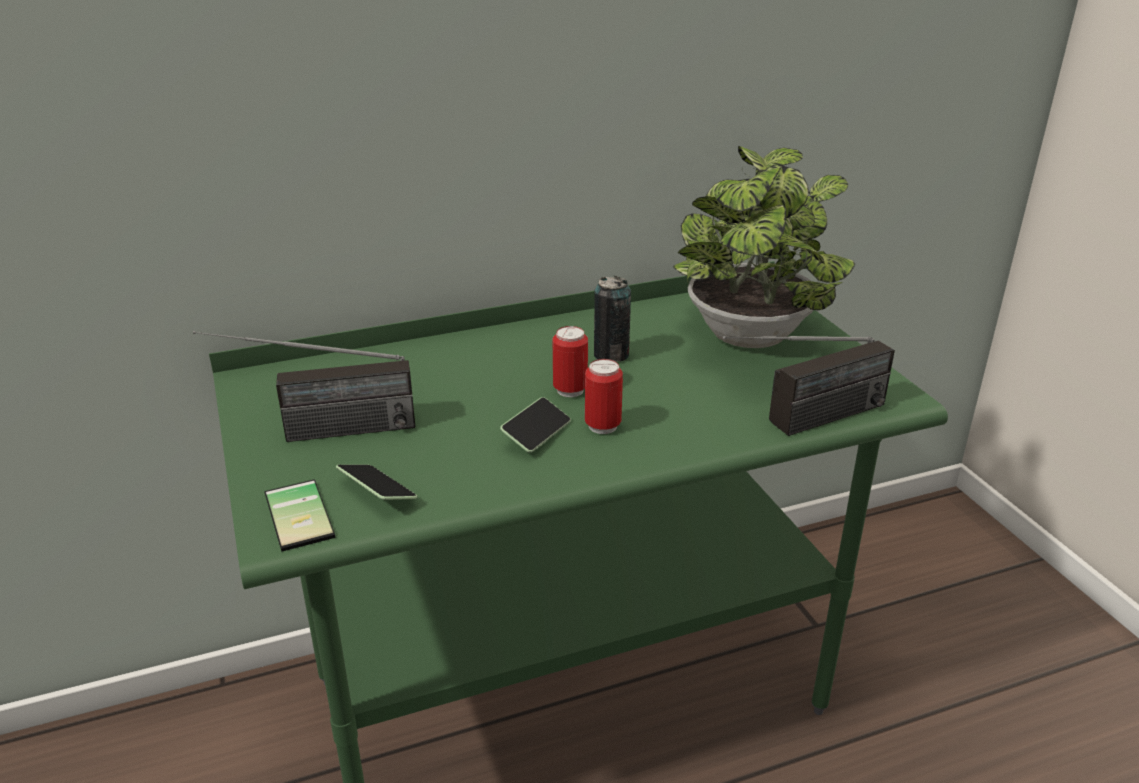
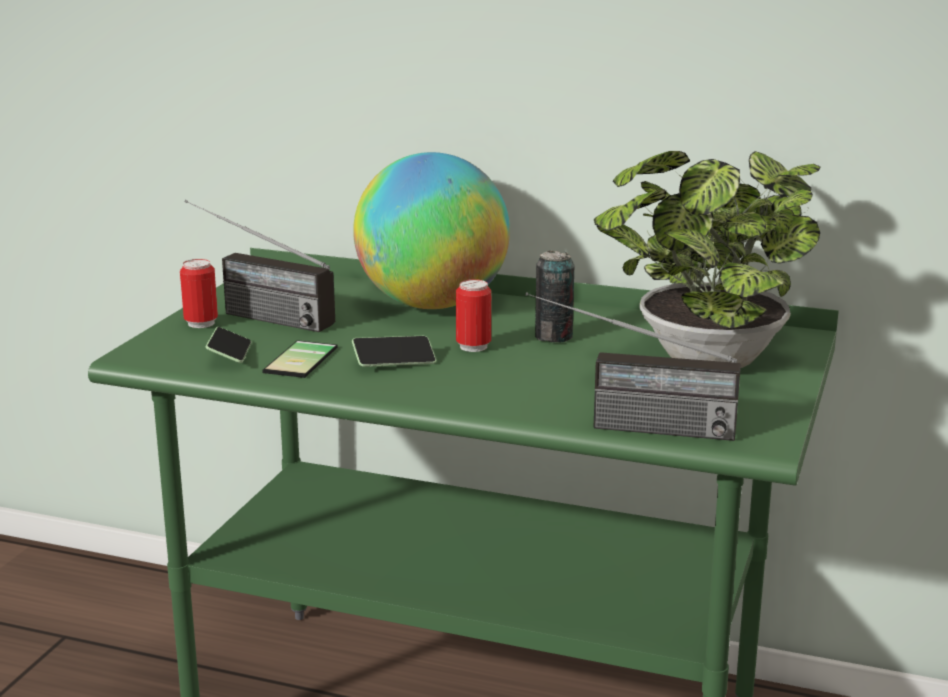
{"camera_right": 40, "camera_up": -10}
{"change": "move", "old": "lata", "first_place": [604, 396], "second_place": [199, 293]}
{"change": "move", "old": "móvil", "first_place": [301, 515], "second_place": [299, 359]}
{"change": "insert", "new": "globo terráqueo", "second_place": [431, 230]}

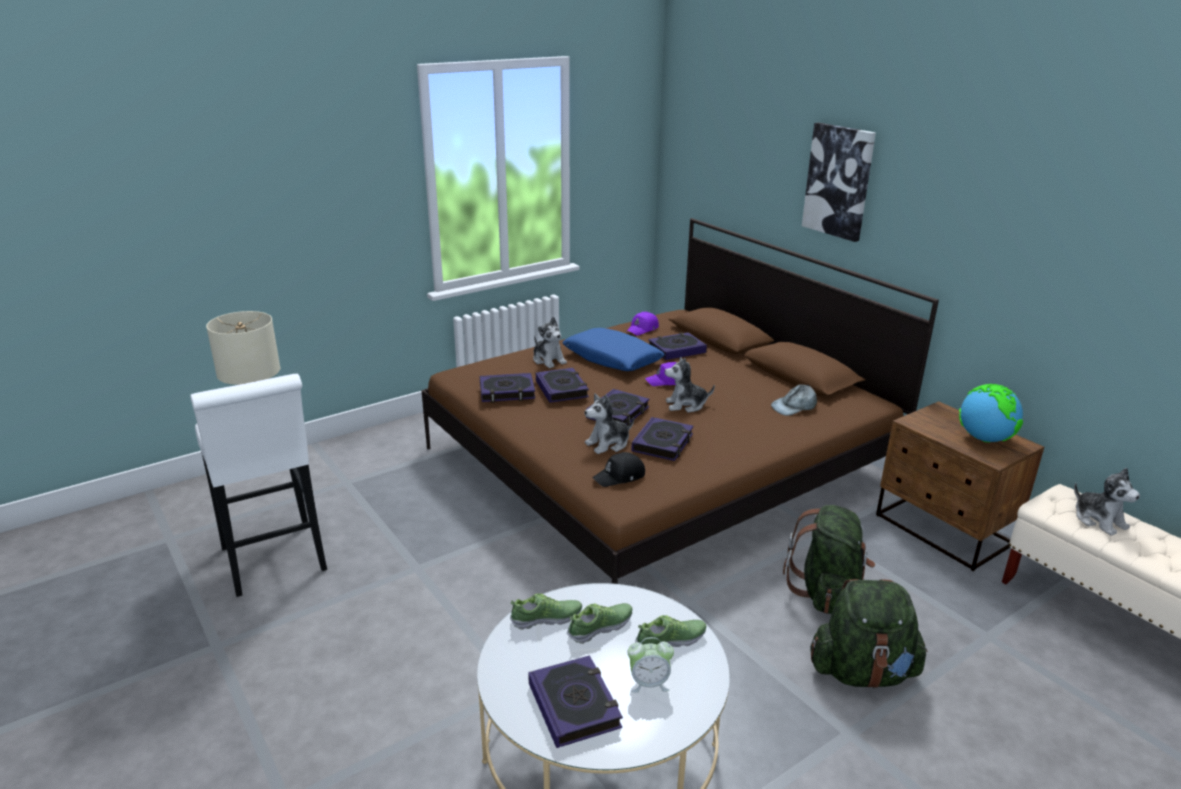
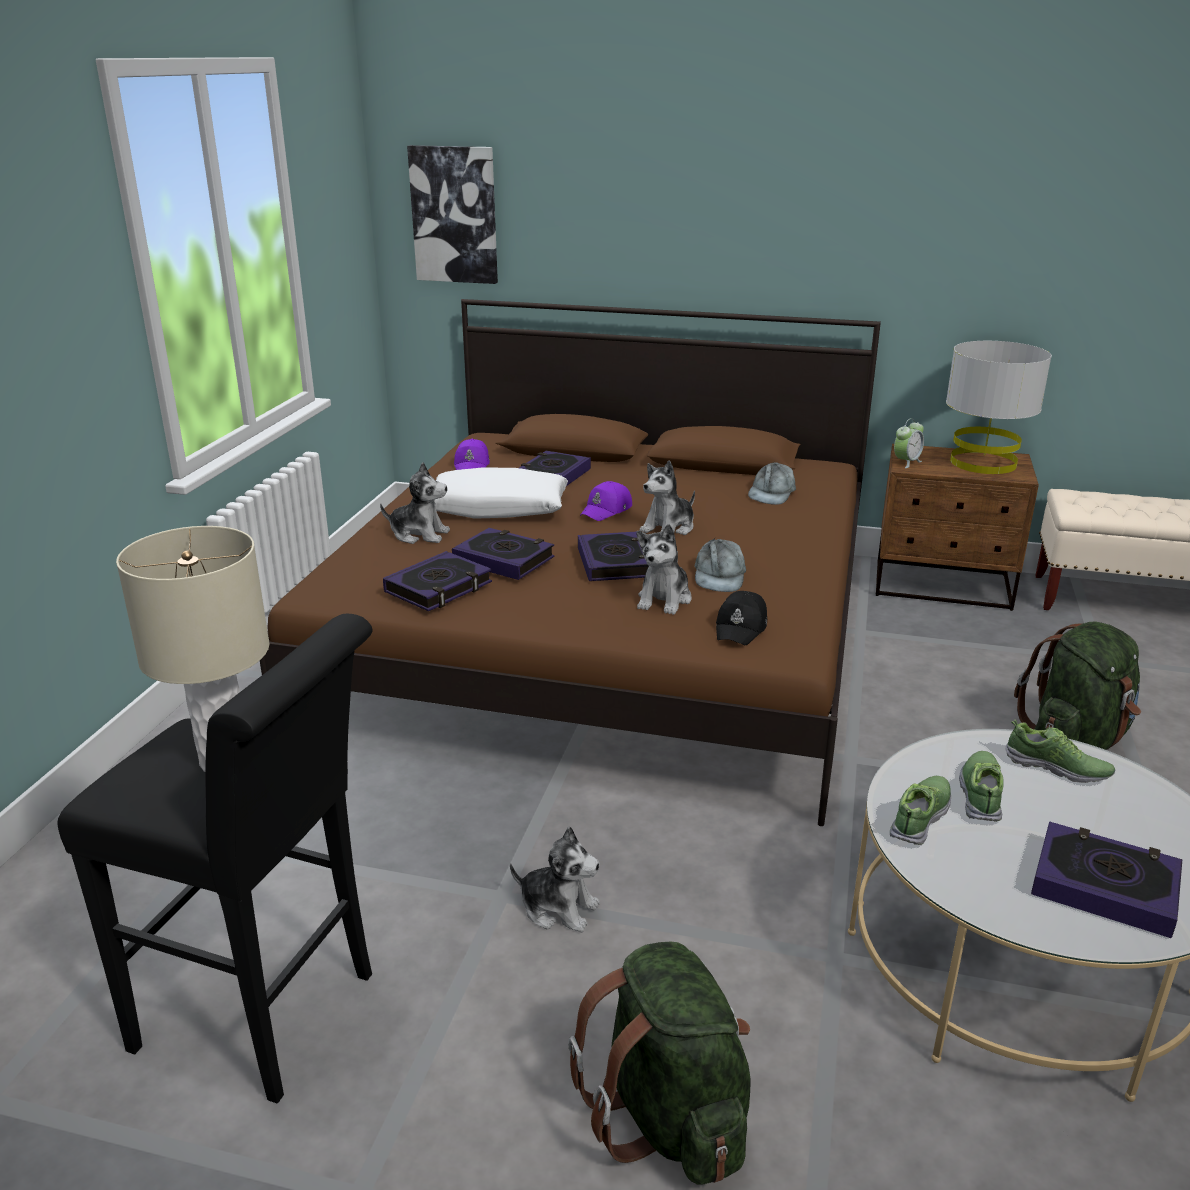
{"camera_right": -40, "camera_up": 0}
{"change": "recolor", "old": "taburete [blanco]", "new": "taburete [negro]", "first_place": [258, 485], "second_place": [215, 859]}
{"change": "move", "old": "cuadro", "first_place": [839, 182], "second_place": [452, 214]}
{"change": "recolor", "old": "cojín [azul]", "new": "cojín [blanco]", "first_place": [614, 349], "second_place": [501, 493]}
{"change": "move", "old": "peluche", "first_place": [1107, 502], "second_place": [555, 879]}
{"change": "move", "old": "mochila [verde]", "first_place": [829, 559], "second_place": [659, 1063]}
{"change": "replace", "old": "libro", "new": "gorra [gris]", "first_place": [663, 439], "second_place": [720, 565]}
{"change": "move", "old": "despertador", "first_place": [651, 665], "second_place": [909, 443]}
{"change": "replace", "old": "globo terráqueo", "new": "lámpara de mesa [gris]", "first_place": [991, 413], "second_place": [999, 407]}
{"change": "rotate", "old": "zapato", "first_place": [670, 631], "second_place": [1060, 751], "degrees": 90}

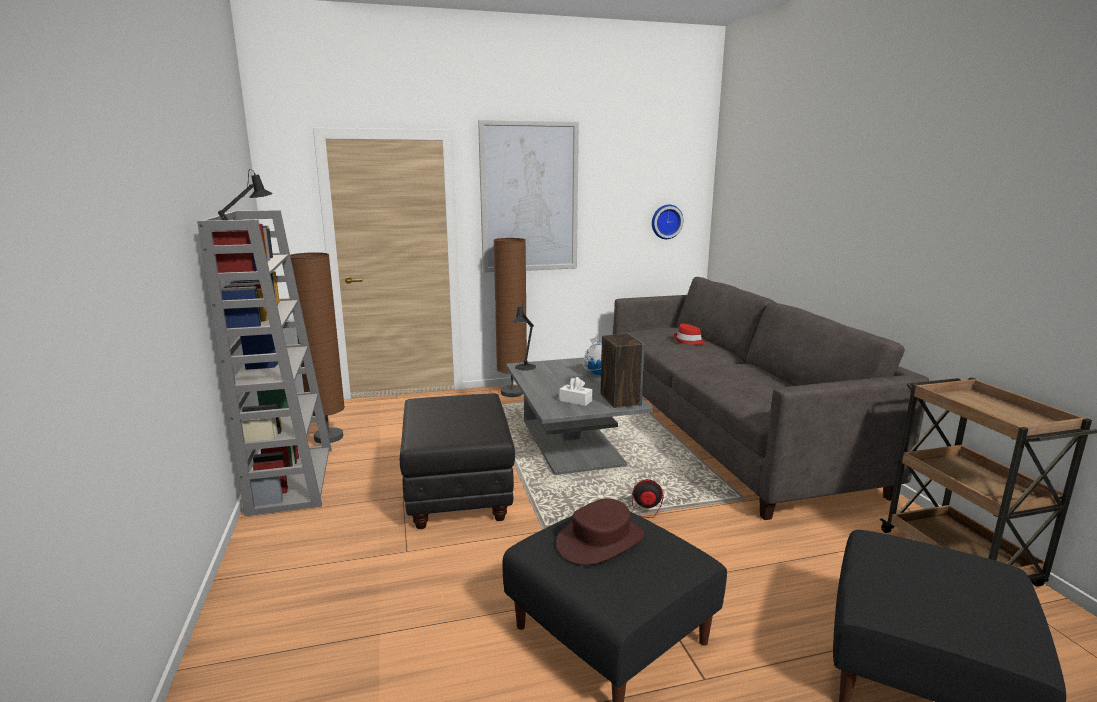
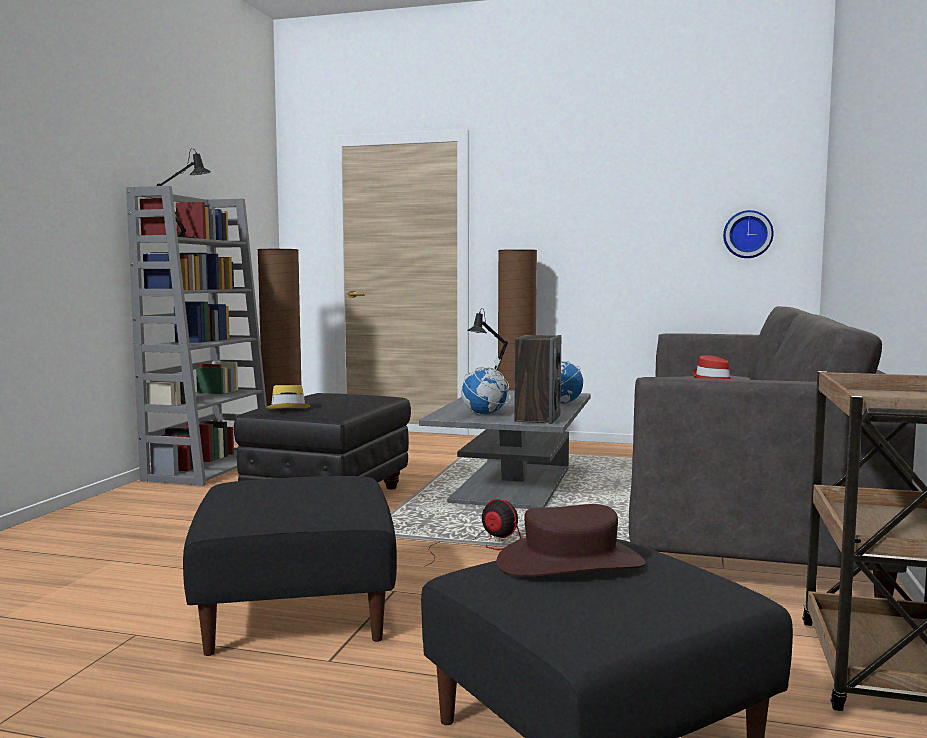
{"camera_right": 30, "camera_up": -10}
{"change": "insert", "new": "sombrero [amarillo]", "second_place": [288, 397]}
{"change": "replace", "old": "caja de pañuelos [blanco]", "new": "globo terráqueo", "first_place": [575, 391], "second_place": [485, 384]}
{"change": "move", "old": "sombrero [marrón]", "first_place": [600, 531], "second_place": [571, 540]}
{"change": "delete", "old": "cuadro", "first_place": [528, 196]}

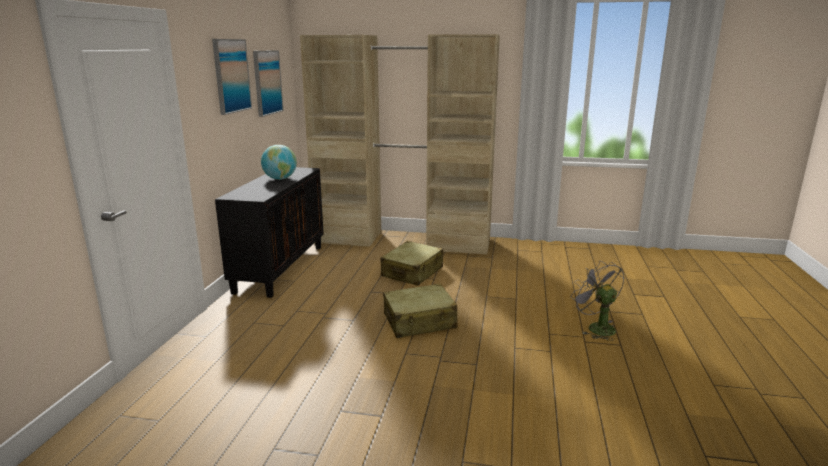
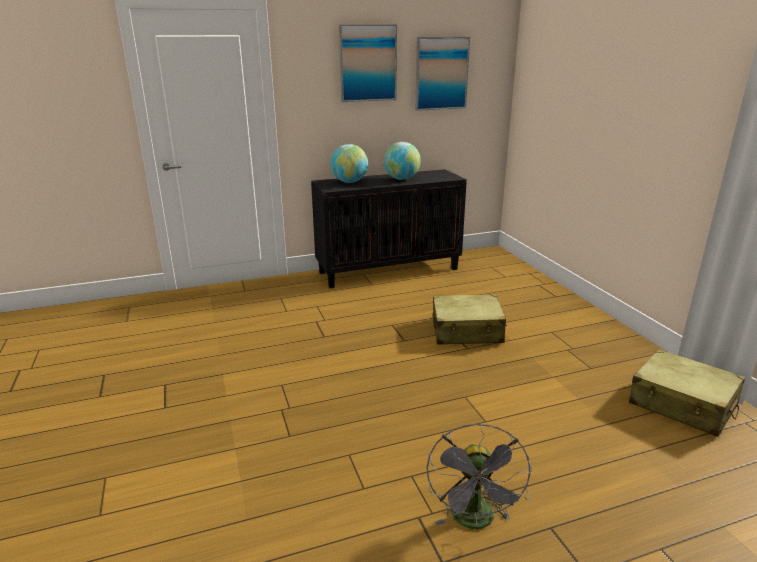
{"camera_right": 60, "camera_up": 5}
{"change": "insert", "new": "globo terráqueo", "second_place": [349, 163]}
{"change": "rotate", "old": "ventilador [gris]", "first_place": [598, 301], "second_place": [479, 476], "degrees": 150}
{"change": "move", "old": "maleta [beis]", "first_place": [420, 311], "second_place": [687, 393]}
{"change": "delete", "old": "armario ropero [beis]", "first_place": [400, 144]}

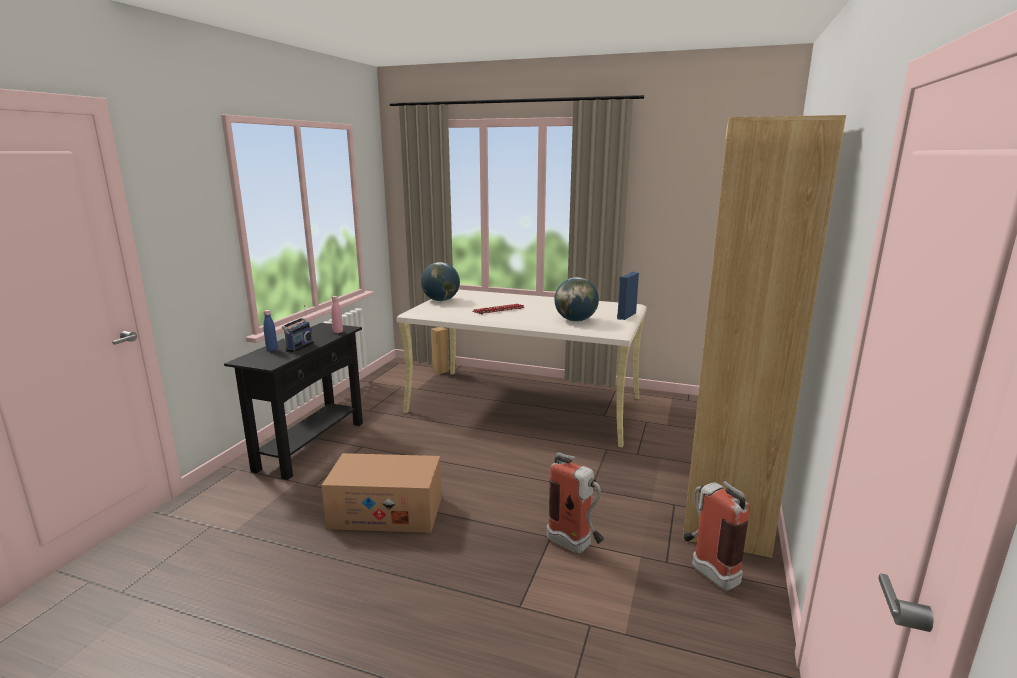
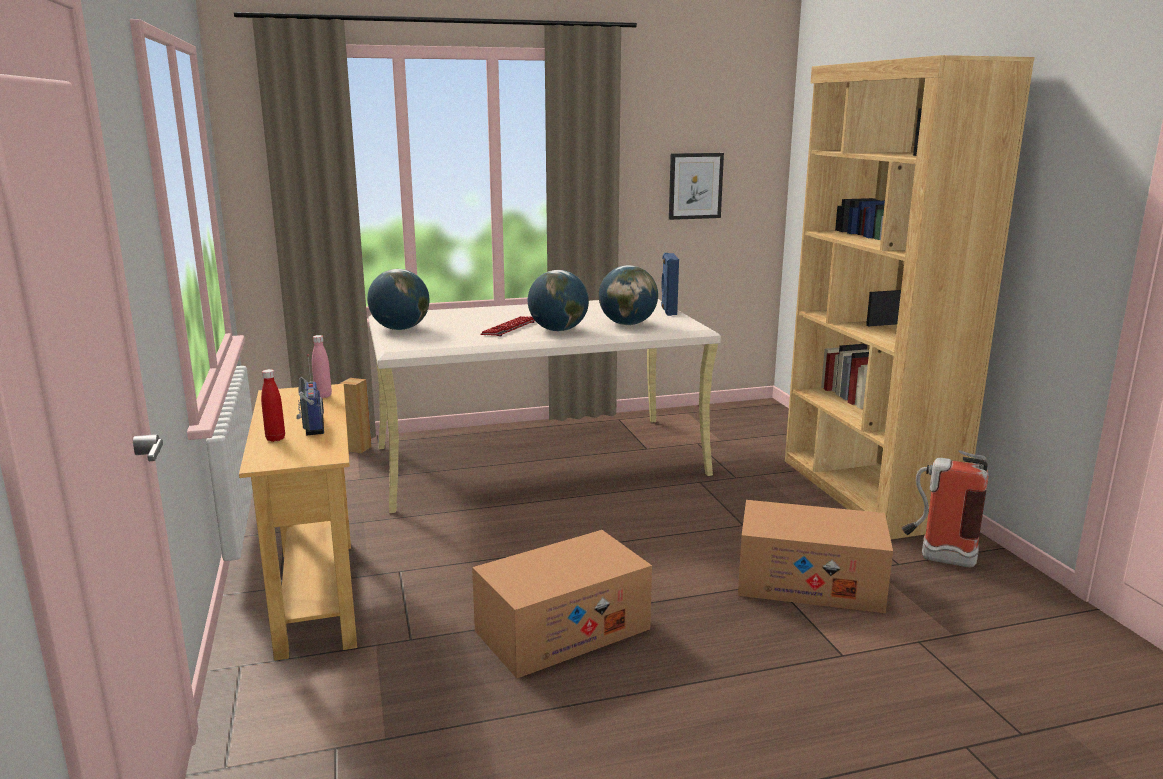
{"camera_right": -35, "camera_up": 0}
{"change": "recolor", "old": "mesa consola [negro]", "new": "mesa consola [beis]", "first_place": [293, 401], "second_place": [298, 522]}
{"change": "recolor", "old": "botella [azul]", "new": "botella [rojo]", "first_place": [270, 330], "second_place": [273, 405]}
{"change": "insert", "new": "globo terráqueo", "second_place": [558, 300]}
{"change": "insert", "new": "cuadro", "second_place": [696, 186]}
{"change": "replace", "old": "extintor", "new": "caja de cartón", "first_place": [575, 503], "second_place": [815, 556]}

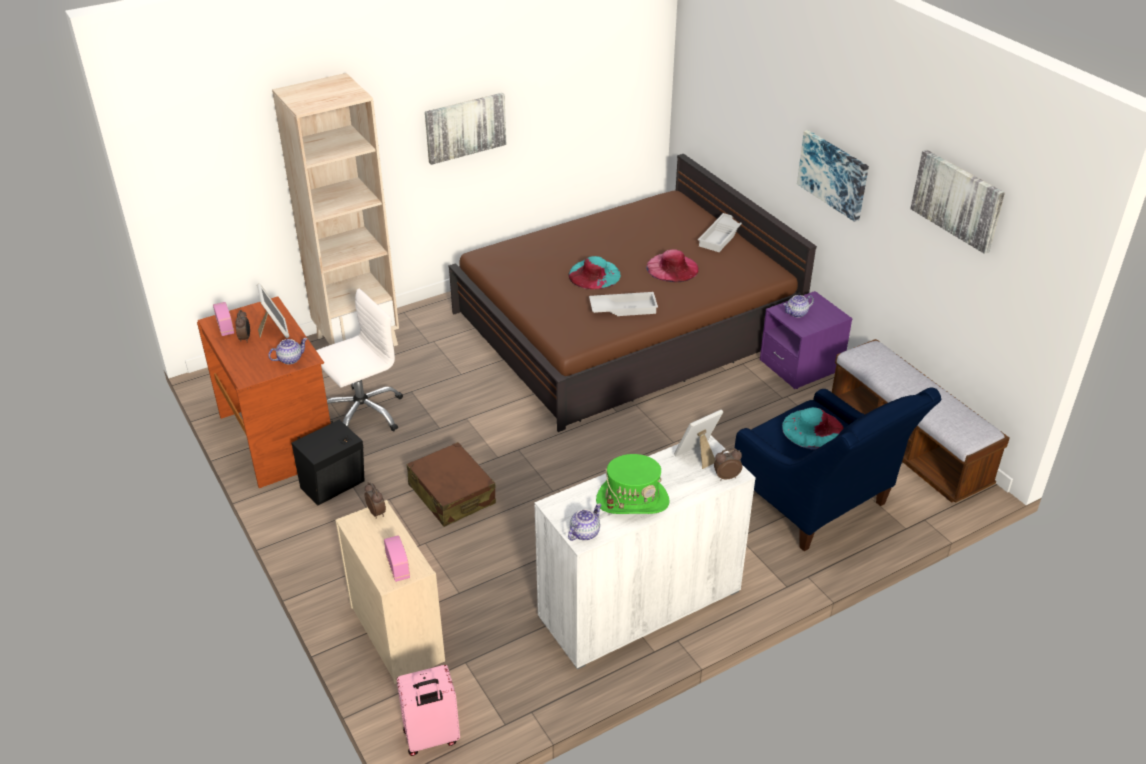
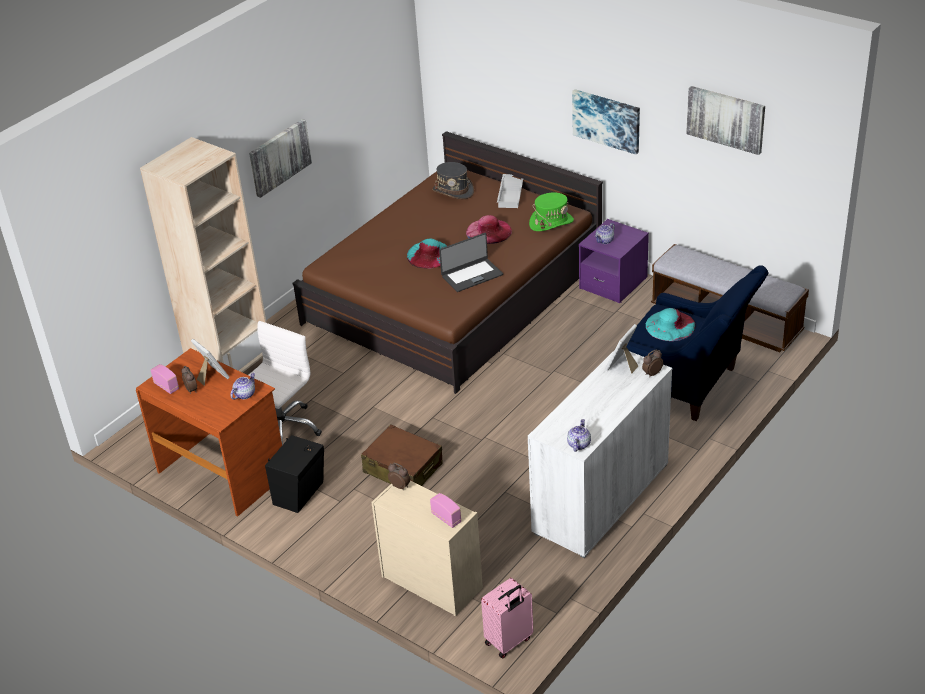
{"camera_right": -20, "camera_up": 0}
{"change": "insert", "new": "sombrero [gris]", "second_place": [453, 180]}
{"change": "replace", "old": "bandeja [blanco]", "new": "portátil", "first_place": [623, 304], "second_place": [471, 262]}
{"change": "move", "old": "sombrero [verde]", "first_place": [632, 484], "second_place": [551, 212]}

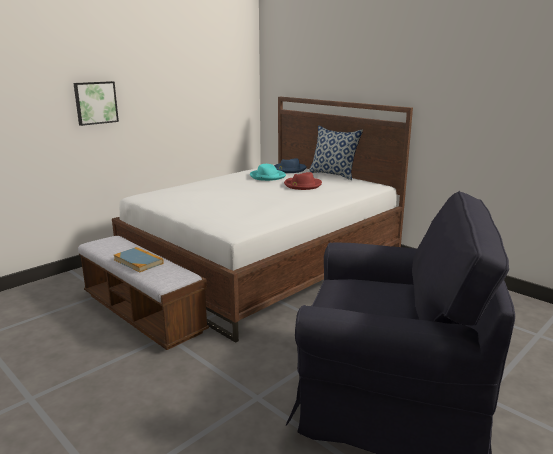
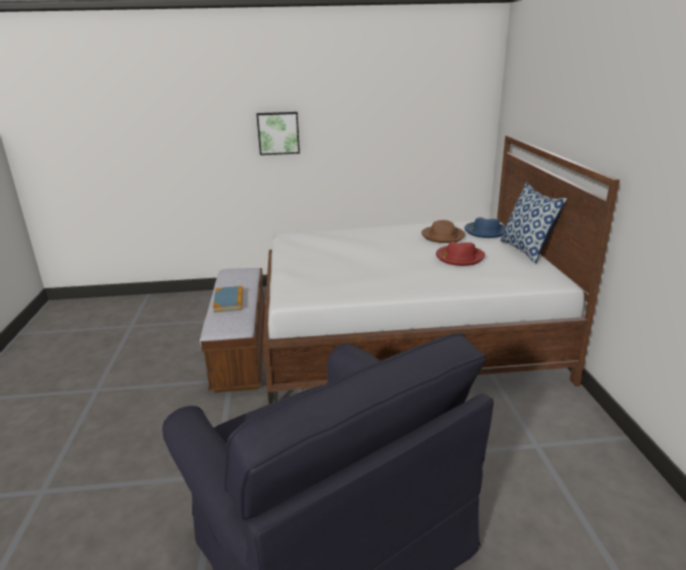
{"camera_right": 40, "camera_up": 5}
{"change": "recolor", "old": "sombrero [turquesa]", "new": "sombrero [marrón]", "first_place": [268, 172], "second_place": [443, 231]}

